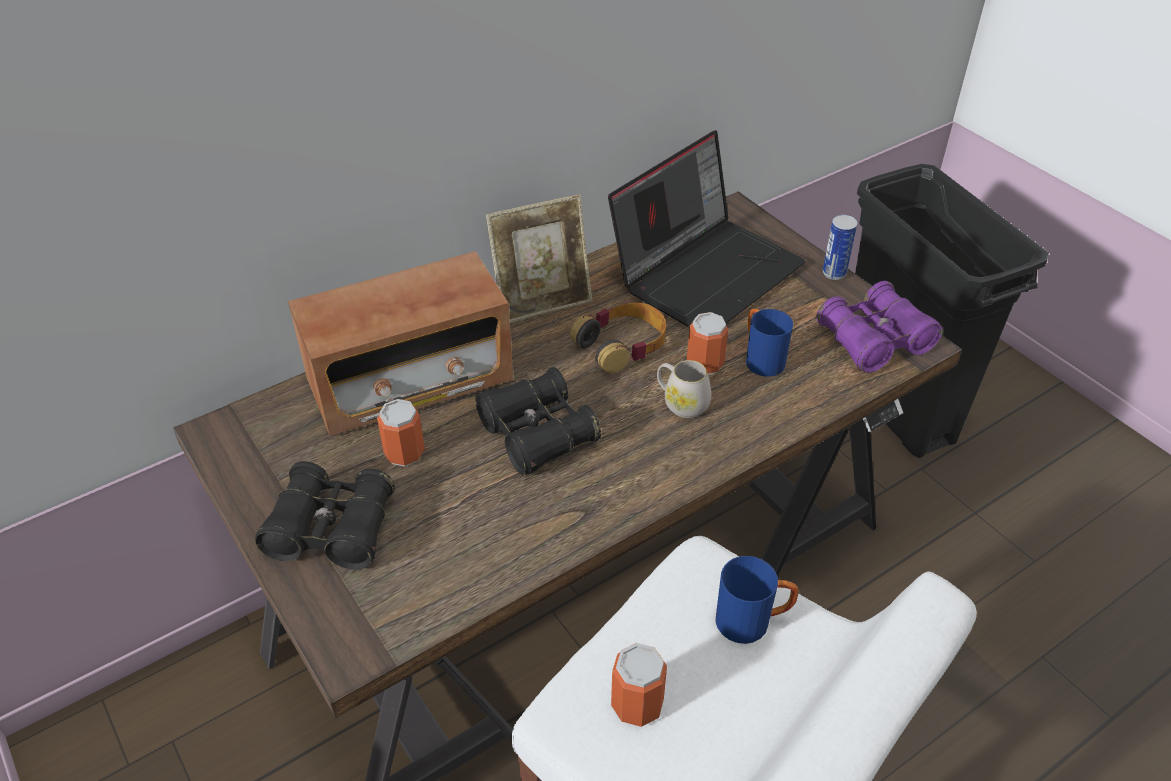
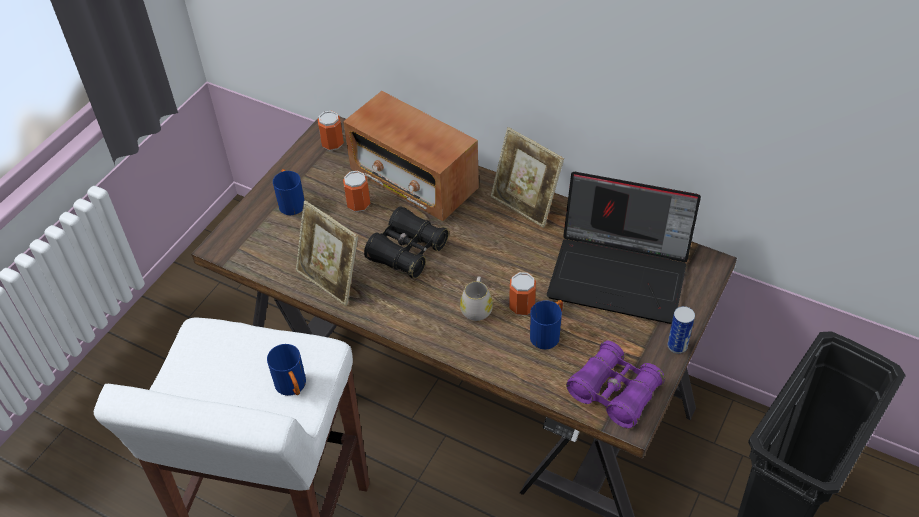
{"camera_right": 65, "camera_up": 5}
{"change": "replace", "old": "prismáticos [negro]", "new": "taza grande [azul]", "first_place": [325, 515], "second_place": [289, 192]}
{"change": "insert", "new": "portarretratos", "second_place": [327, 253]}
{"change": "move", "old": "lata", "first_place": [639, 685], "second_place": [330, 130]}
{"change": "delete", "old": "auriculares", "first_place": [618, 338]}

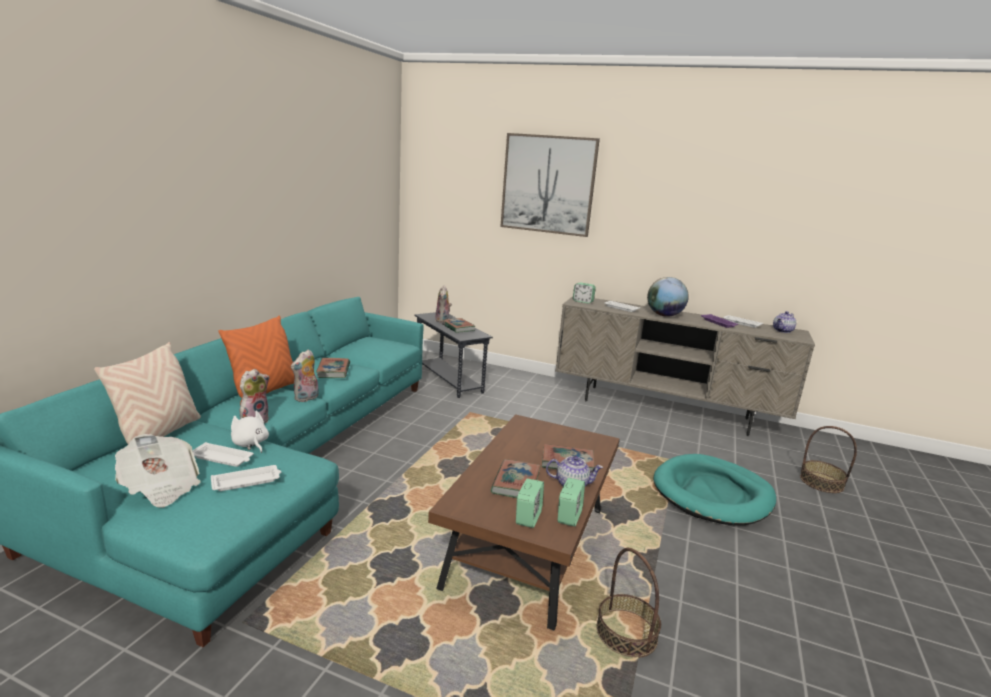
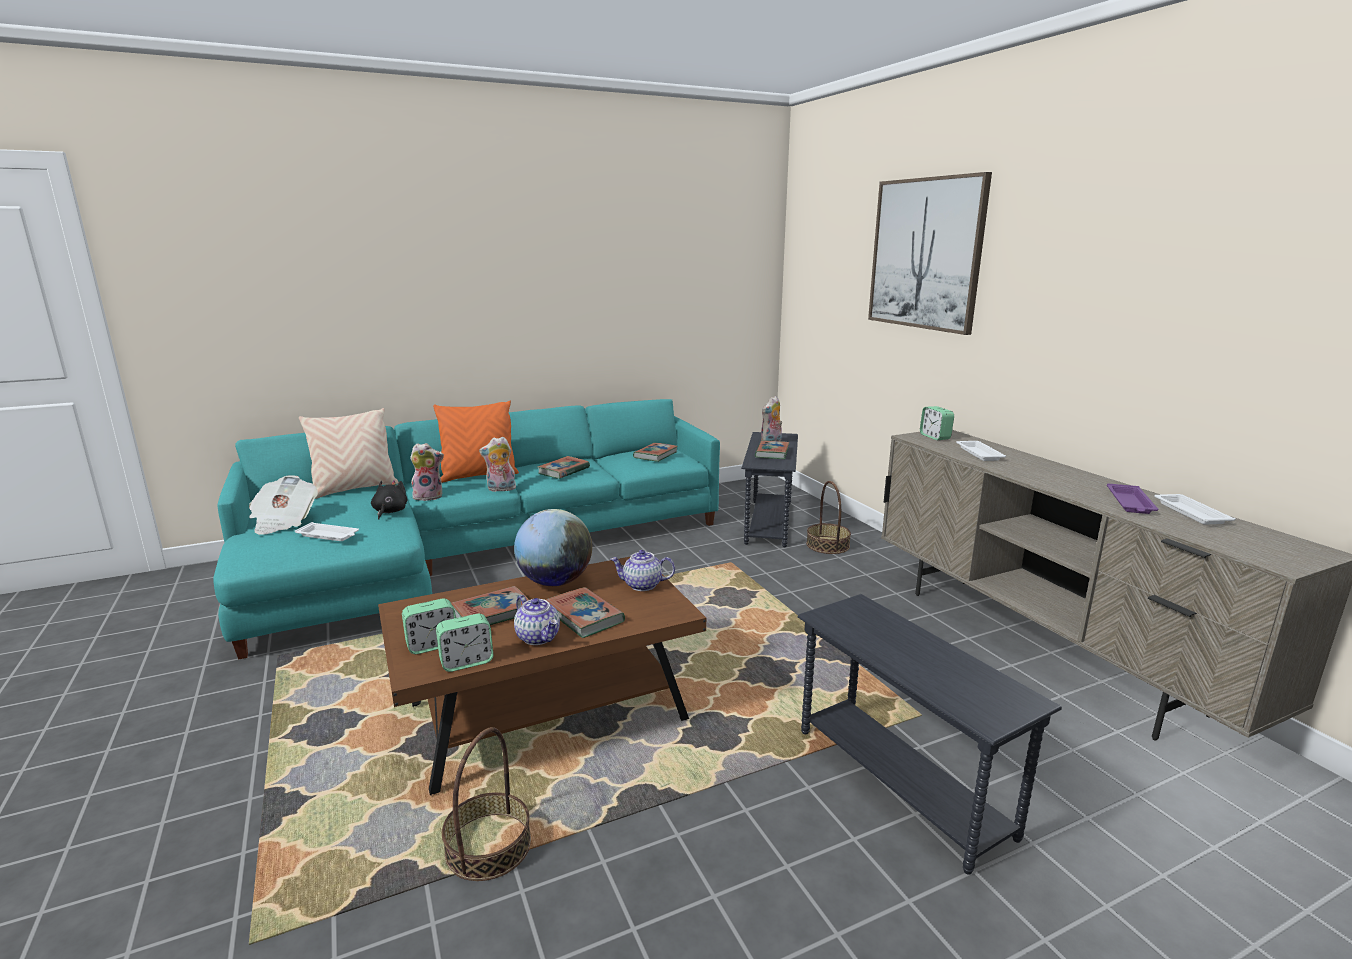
{"camera_right": 45, "camera_up": 0}
{"change": "recolor", "old": "peluche [blanco]", "new": "peluche [negro]", "first_place": [250, 432], "second_place": [389, 499]}
{"change": "move", "old": "globo terráqueo", "first_place": [668, 297], "second_place": [553, 547]}
{"change": "move", "old": "tetera", "first_place": [784, 322], "second_place": [642, 570]}
{"change": "insert", "new": "libro", "second_place": [655, 452]}
{"change": "replace", "old": "cama para perro [turquesa]", "new": "mesa auxiliar [gris]", "first_place": [714, 489], "second_place": [930, 734]}
{"change": "move", "old": "cesta", "first_place": [828, 459], "second_place": [828, 517]}
{"change": "delete", "old": "bandeja [blanco]", "first_place": [222, 454]}

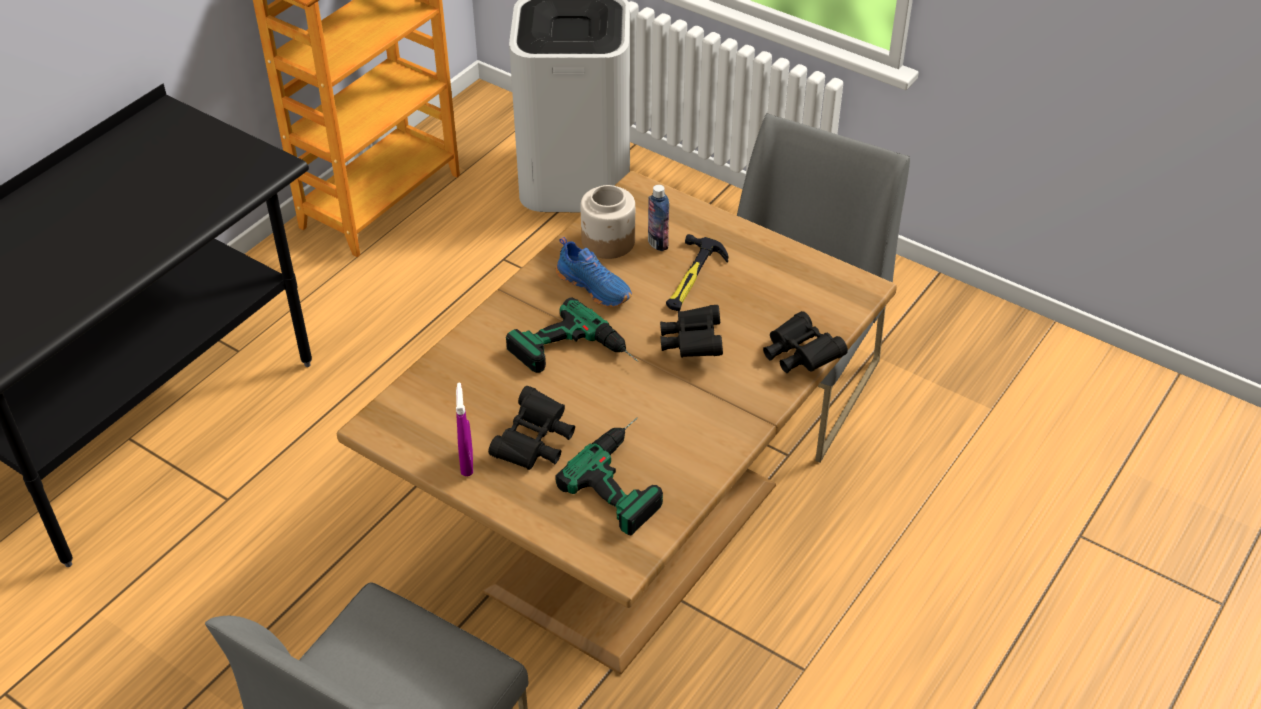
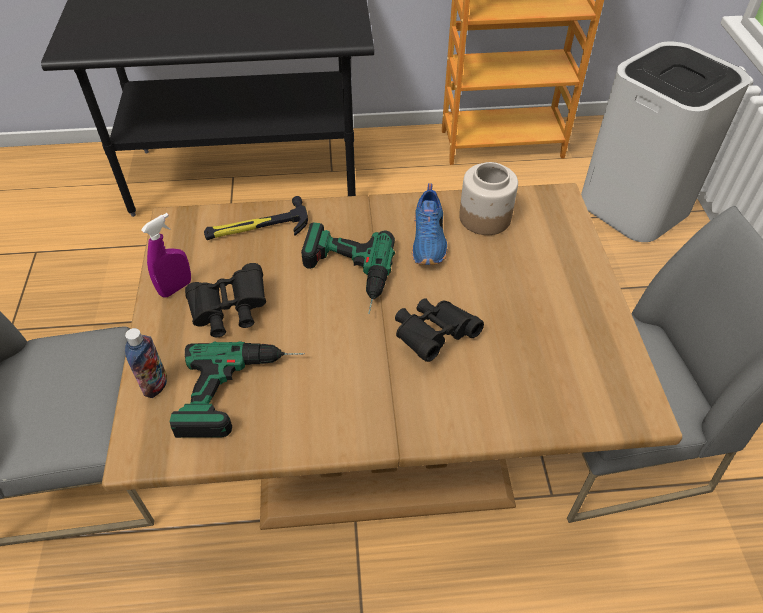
{"camera_right": 50, "camera_up": 5}
{"change": "move", "old": "botella", "first_place": [658, 218], "second_place": [146, 363]}
{"change": "move", "old": "martillo", "first_place": [697, 272], "second_place": [256, 218]}
{"change": "delete", "old": "prismáticos [negro]", "first_place": [805, 342]}

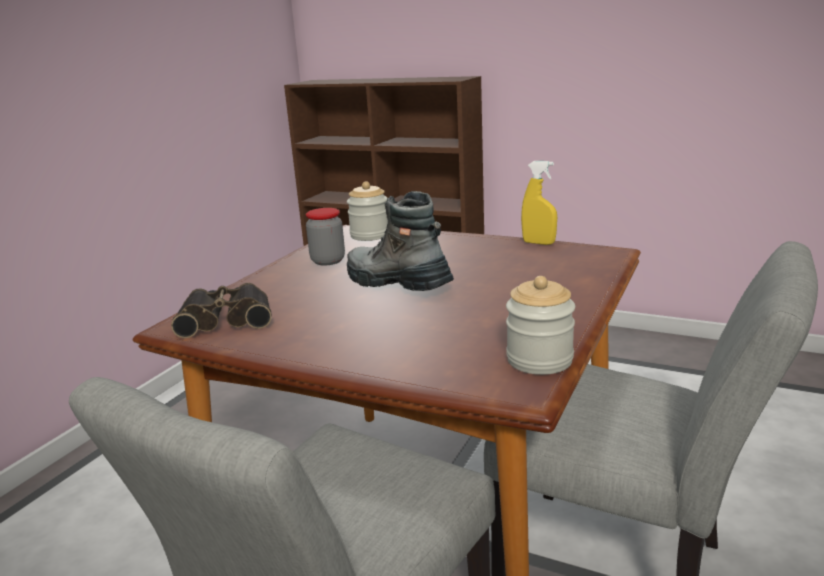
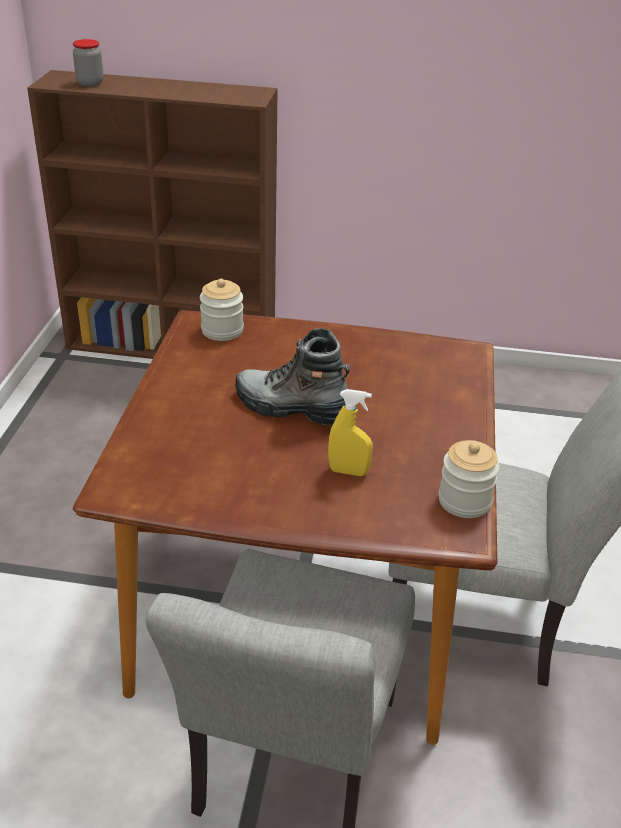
{"camera_right": -20, "camera_up": 15}
{"change": "move", "old": "tarro", "first_place": [325, 236], "second_place": [88, 62]}
{"change": "move", "old": "pulverizador [amarillo]", "first_place": [539, 203], "second_place": [350, 432]}
{"change": "delete", "old": "prismáticos", "first_place": [221, 310]}

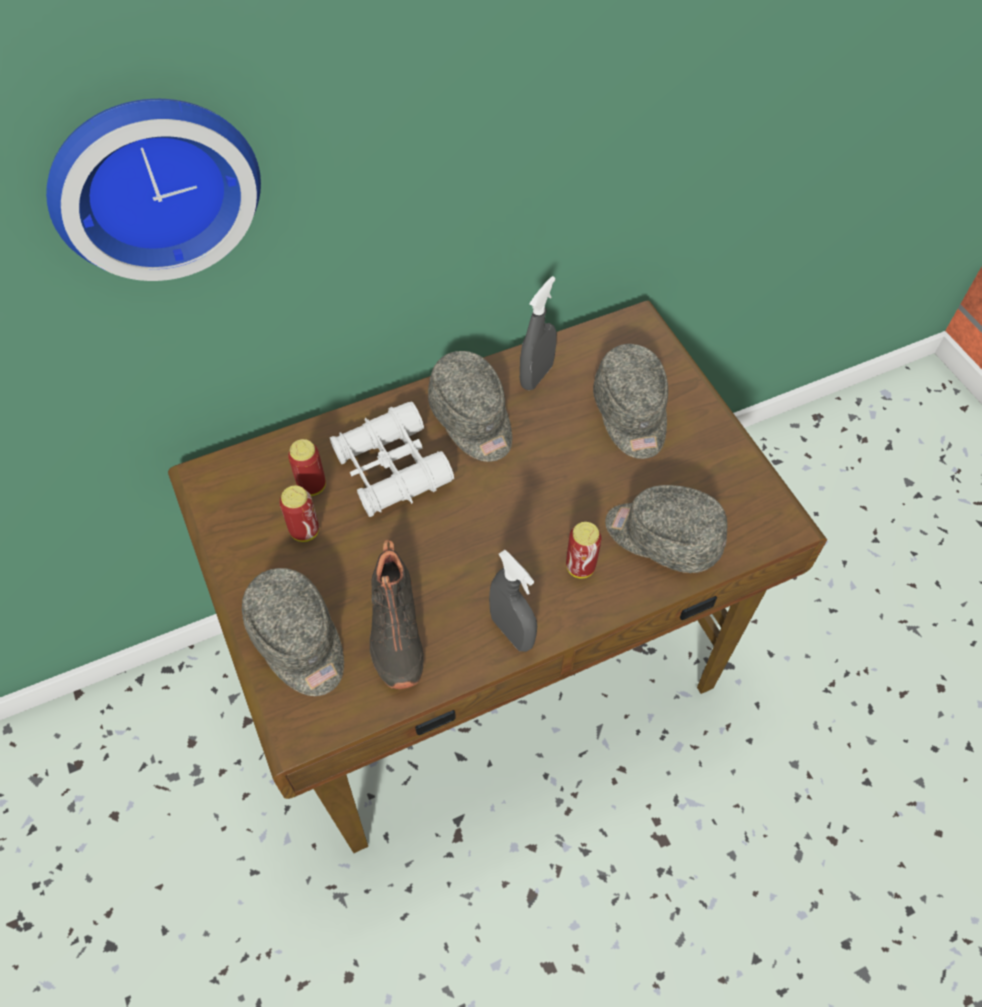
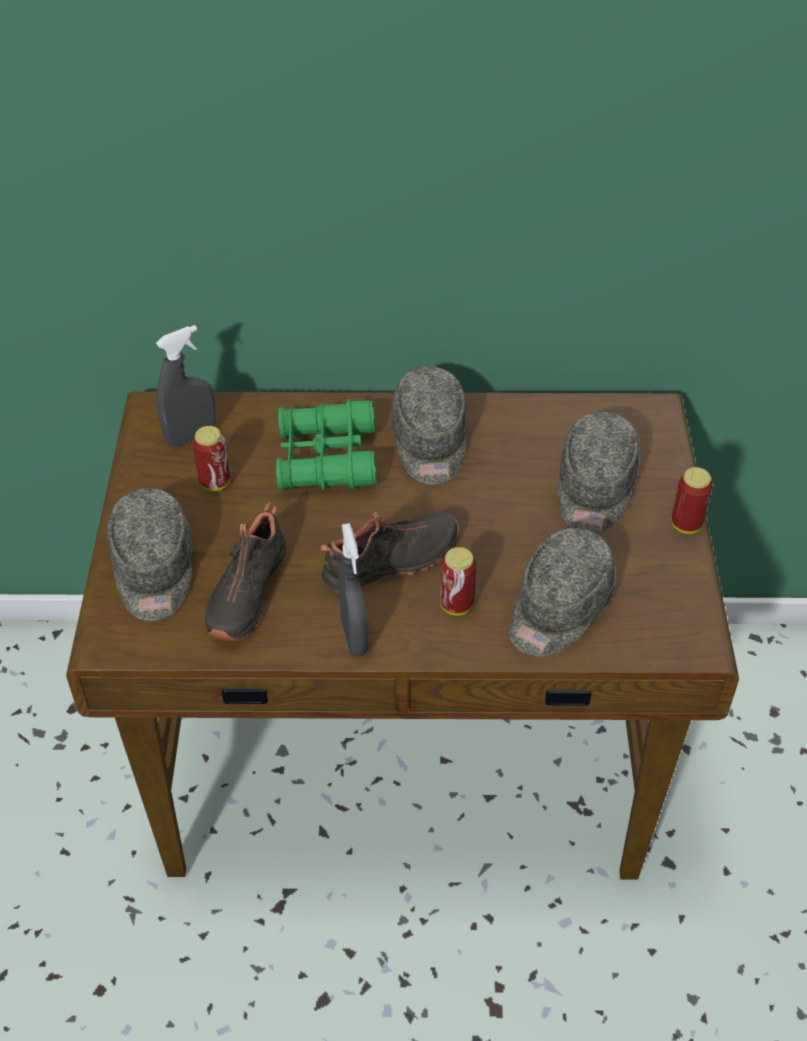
{"camera_right": 25, "camera_up": -10}
{"change": "move", "old": "pulverizador [gris]", "first_place": [538, 333], "second_place": [186, 385]}
{"change": "recolor", "old": "prismáticos [blanco]", "new": "prismáticos [verde]", "first_place": [392, 459], "second_place": [326, 444]}
{"change": "insert", "new": "zapato [negro]", "second_place": [389, 552]}
{"change": "rotate", "old": "gorra [gris]", "first_place": [666, 529], "second_place": [562, 592], "degrees": -105}
{"change": "move", "old": "lata", "first_place": [307, 467], "second_place": [692, 500]}
{"change": "delete", "old": "reloj de pared", "first_place": [153, 190]}

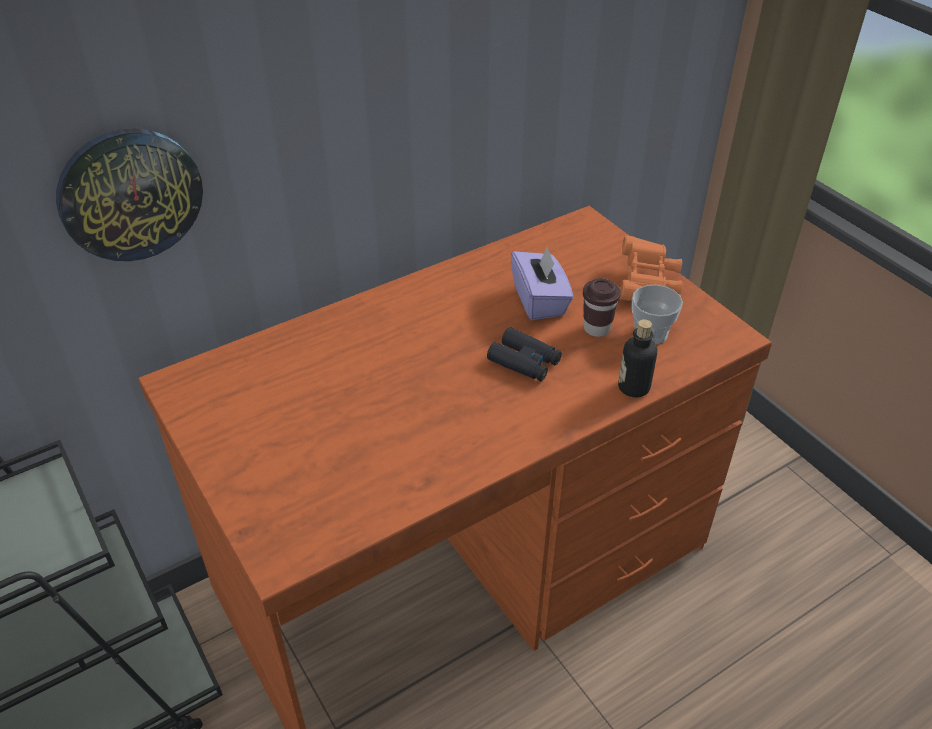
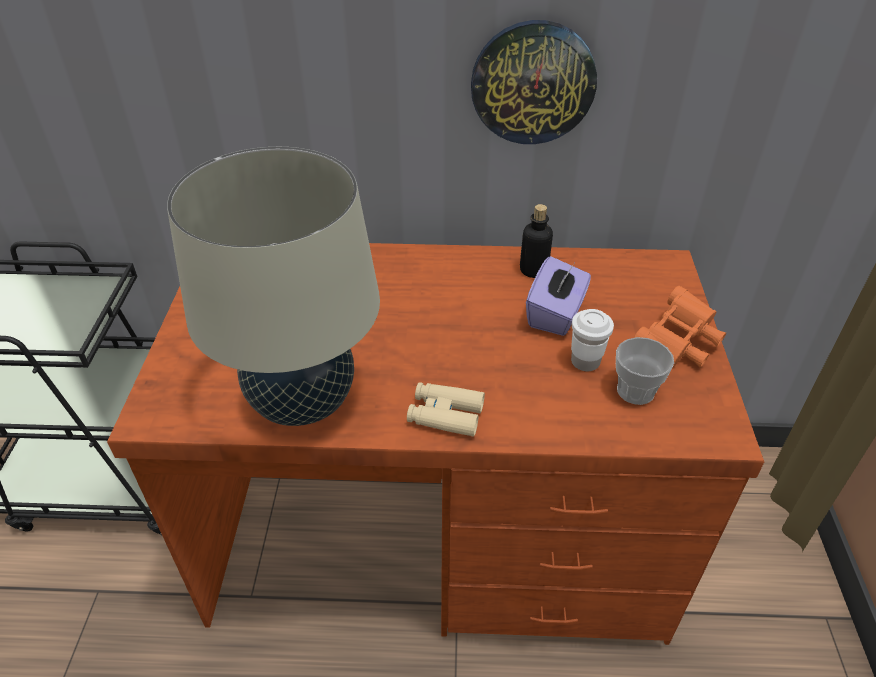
{"camera_right": 35, "camera_up": 0}
{"change": "insert", "new": "lámpara de mesa [beis]", "second_place": [273, 286]}
{"change": "insert", "new": "prismáticos [beis]", "second_place": [446, 409]}
{"change": "move", "old": "reloj de pared", "first_place": [129, 194], "second_place": [534, 82]}
{"change": "move", "old": "botella", "first_place": [637, 358], "second_place": [536, 241]}
{"change": "recolor", "old": "taza [marrón]", "new": "taza [blanco]", "first_place": [602, 307], "second_place": [592, 340]}
{"change": "delete", "old": "prismáticos [negro]", "first_place": [524, 354]}

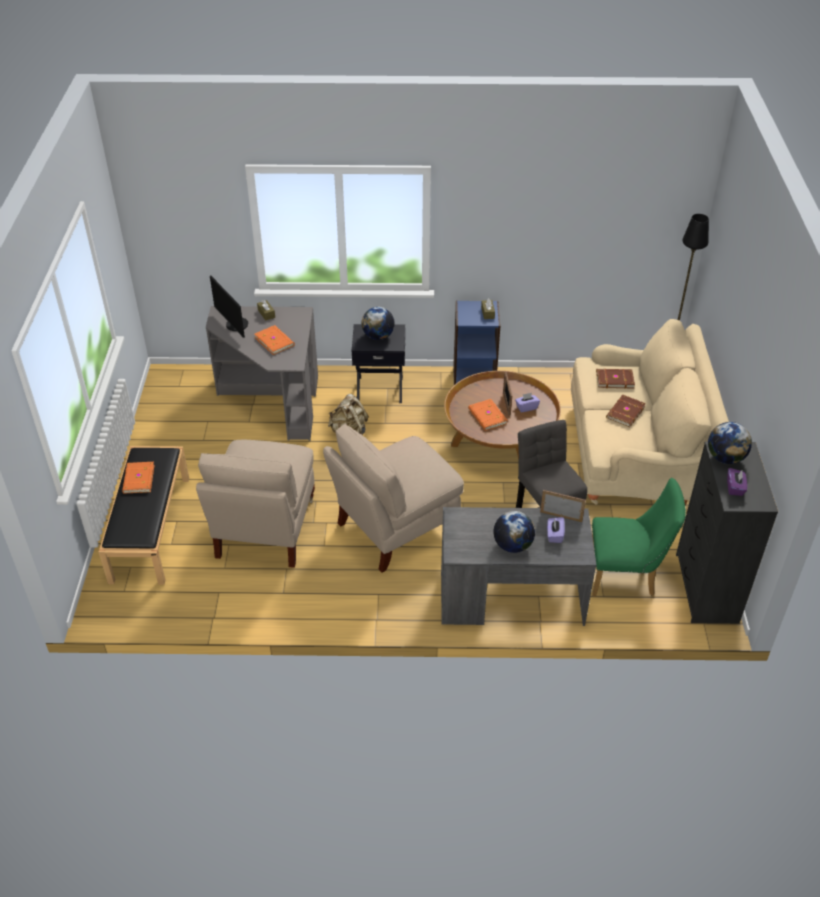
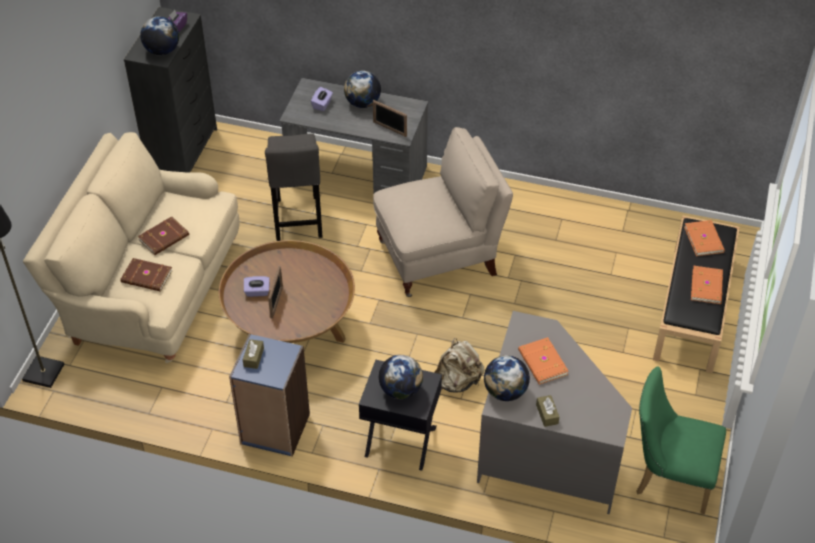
{"camera_right": -165, "camera_up": 5}
{"change": "move", "old": "portarretratos", "first_place": [563, 506], "second_place": [390, 118]}
{"change": "insert", "new": "globo terráqueo", "second_place": [507, 378]}
{"change": "move", "old": "silla [verde]", "first_place": [639, 537], "second_place": [681, 440]}
{"change": "move", "old": "libro [naranja]", "first_place": [488, 415], "second_place": [704, 238]}
{"change": "delete", "old": "silla [beis]", "first_place": [255, 504]}
{"change": "delete", "old": "monitor", "first_place": [229, 306]}

